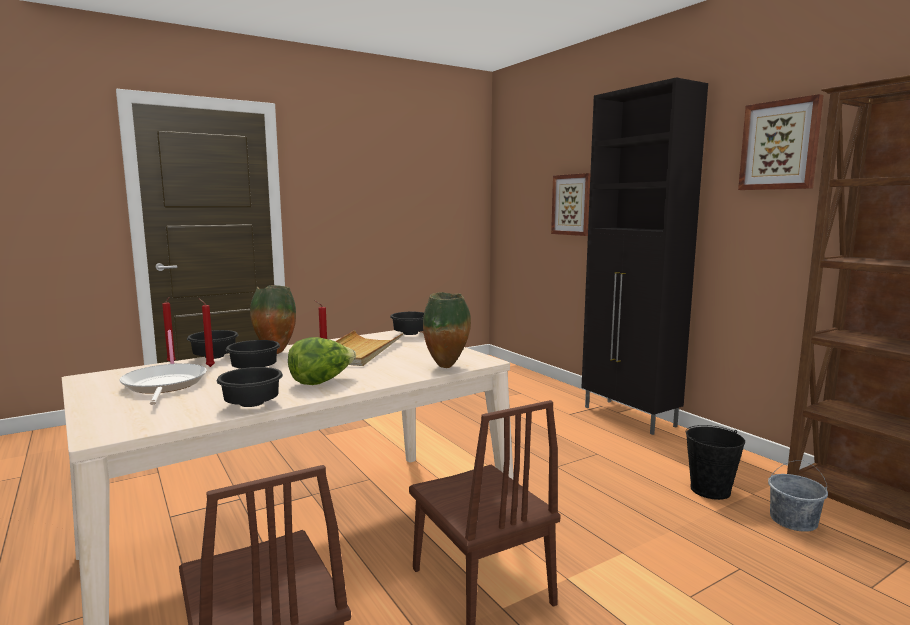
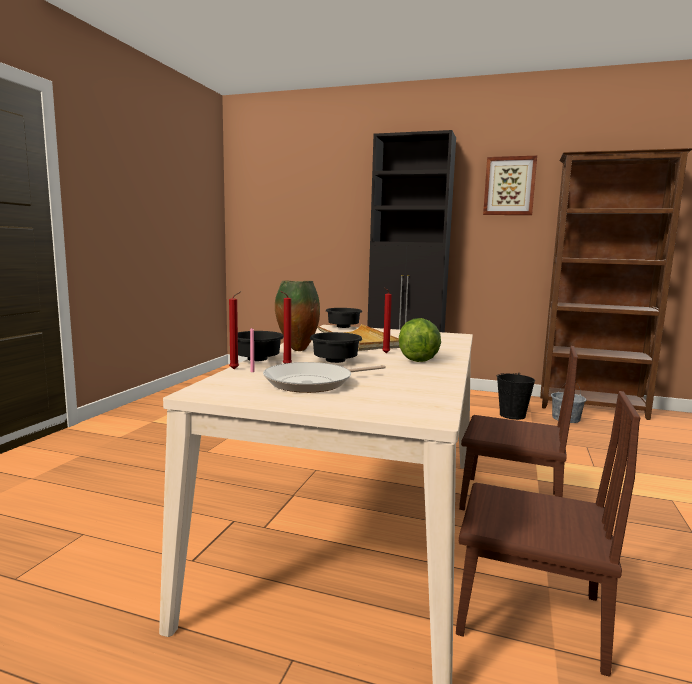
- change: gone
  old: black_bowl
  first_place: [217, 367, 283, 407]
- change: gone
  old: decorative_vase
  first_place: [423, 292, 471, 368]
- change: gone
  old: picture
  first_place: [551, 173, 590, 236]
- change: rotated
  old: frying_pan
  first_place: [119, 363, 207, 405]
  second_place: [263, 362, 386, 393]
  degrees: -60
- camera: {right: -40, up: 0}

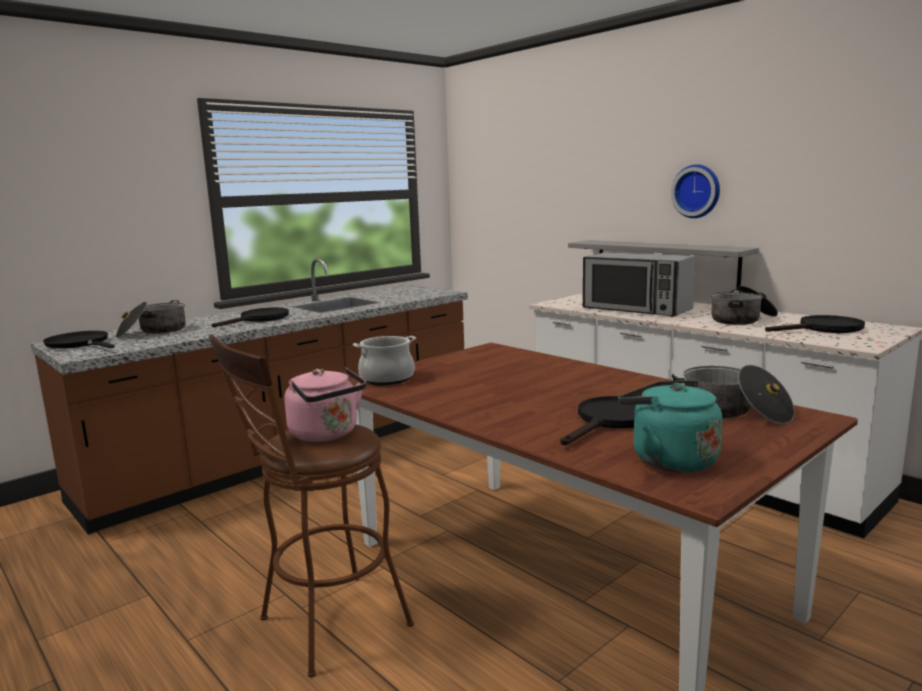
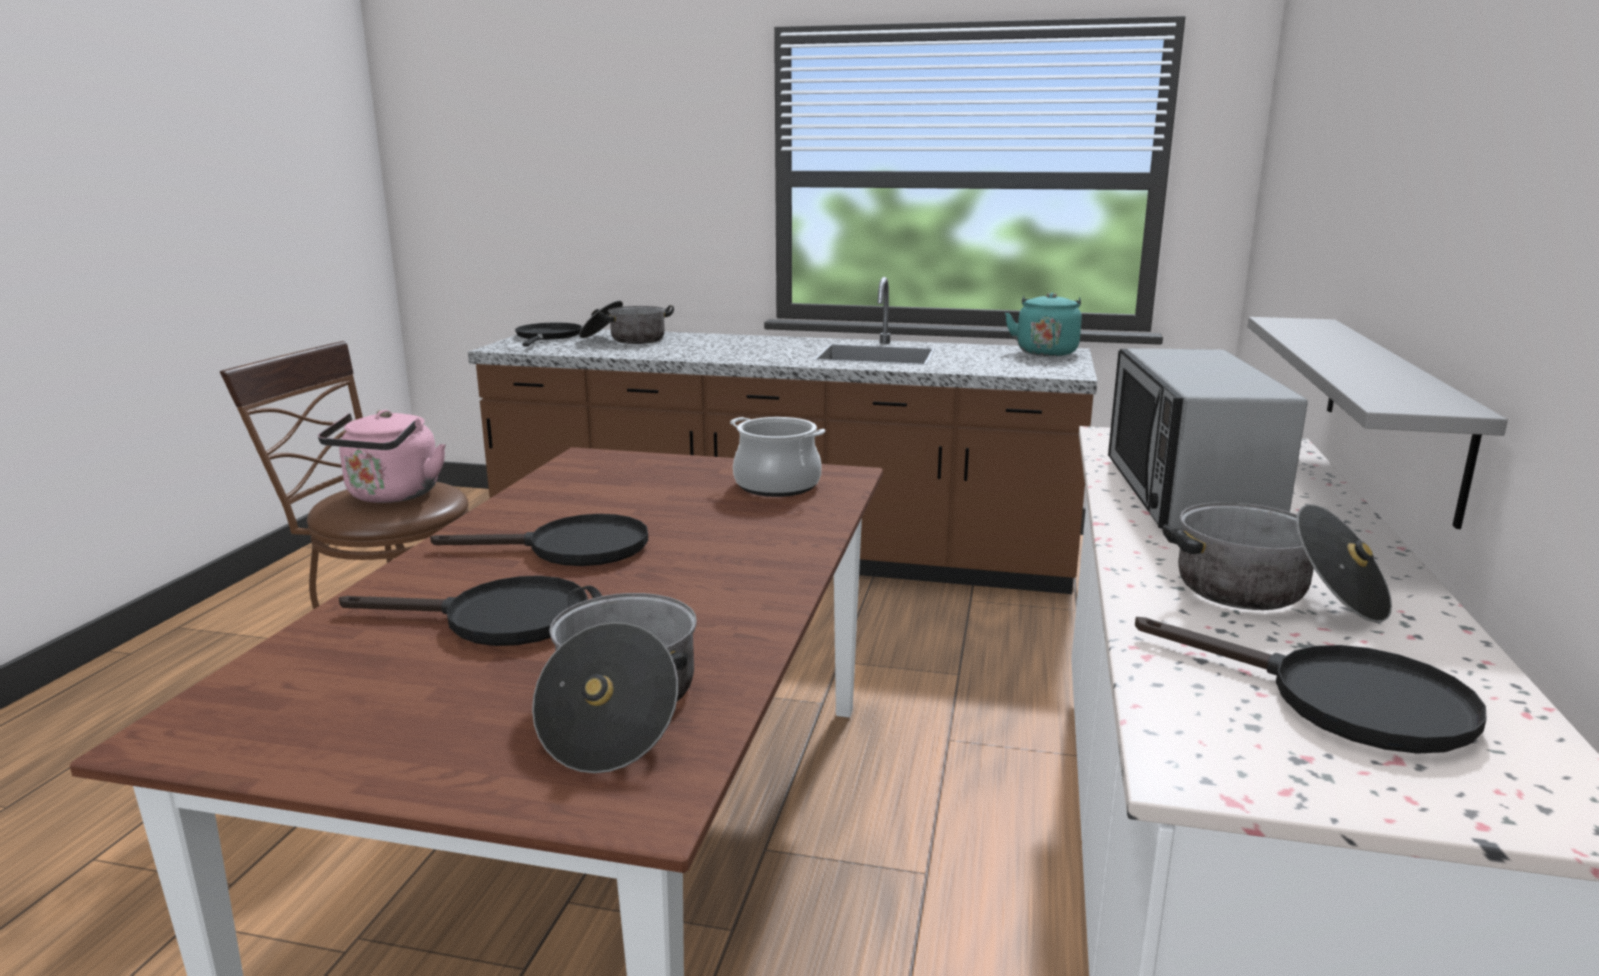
- change: gone
  old: wall_clock
  first_place: [671, 164, 720, 218]
- change: shifted
  old: black_frying_pan
  first_place: [212, 308, 289, 327]
  second_place: [430, 514, 648, 566]
- change: shifted
  old: stockpot
  first_place: [353, 336, 416, 385]
  second_place: [730, 417, 825, 497]
- change: shifted
  old: turquoise_water_kettle
  first_place: [618, 380, 723, 472]
  second_place: [1005, 292, 1082, 356]
- camera: {right: 55, up: 5}

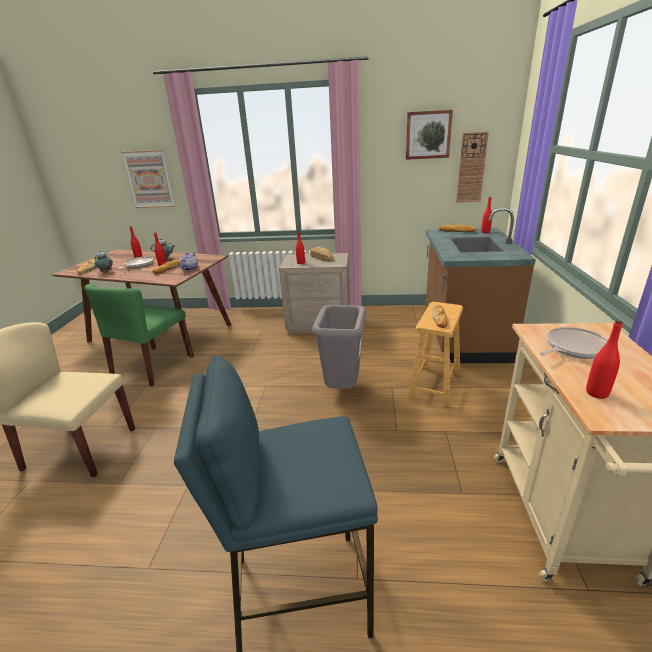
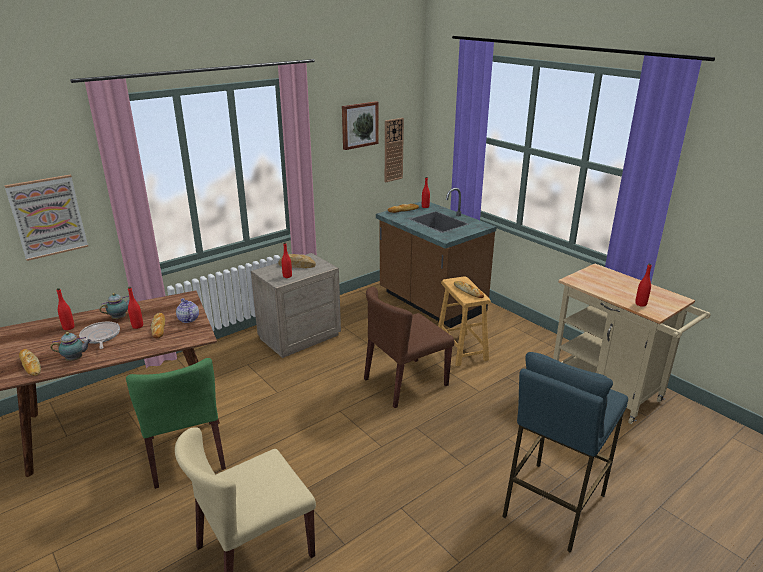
- change: gone
  old: frying_pan
  first_place: [539, 327, 608, 359]
- change: swapped
  old: gray_trash_can
  new: brownish_upright_chair
  first_place: [312, 305, 367, 389]
  second_place: [364, 287, 455, 408]
- camera: {right: -45, up: 0}

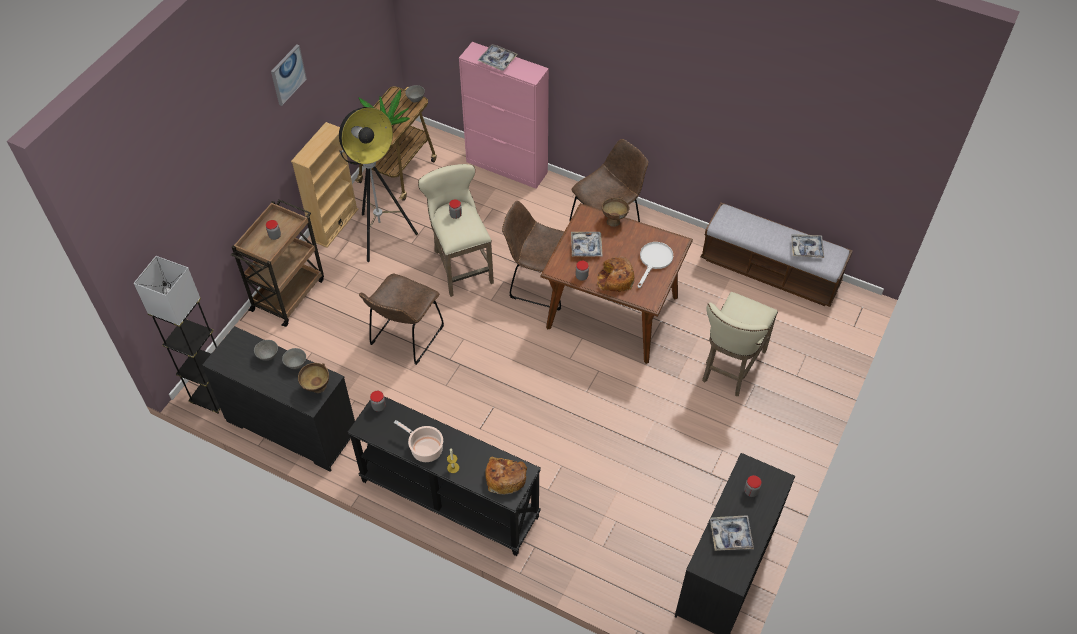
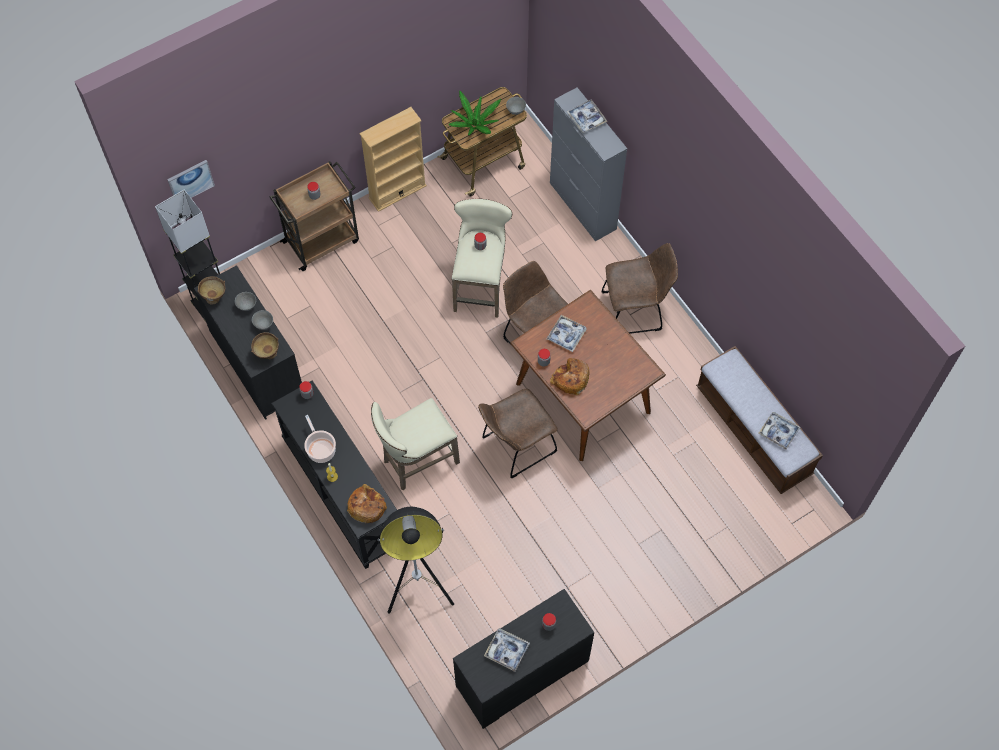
- change: gone
  old: whitish_frying_pan
  first_place: [638, 242, 673, 288]
- change: shifted
  old: picture
  first_place: [271, 45, 307, 106]
  second_place: [167, 160, 215, 198]
- change: shifted
  old: floor_lamp
  first_place: [339, 107, 418, 262]
  second_place: [378, 507, 454, 614]
- change: shifted
  old: brownish_upright_chair
  first_place: [359, 274, 444, 365]
  second_place: [478, 389, 558, 478]
- change: shifted
  old: brownish_bowl
  first_place: [602, 197, 630, 227]
  second_place: [198, 276, 226, 305]
- change: shifted
  old: beige-coloured_sitting_stool
  first_place: [702, 292, 778, 396]
  second_place: [371, 398, 460, 491]
- change: repainted
  old: pinkish_cupboard
  new: gray_cupboard
  first_place: [459, 42, 549, 189]
  second_place: [550, 88, 627, 241]
- camera: {right: 30, up: 10}

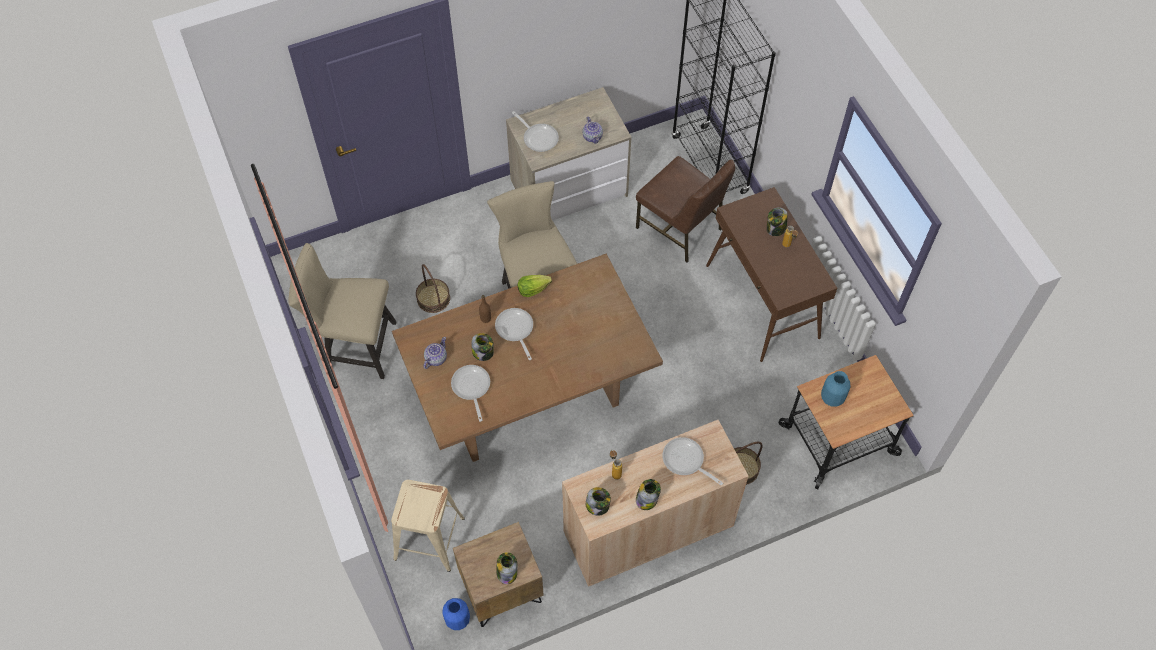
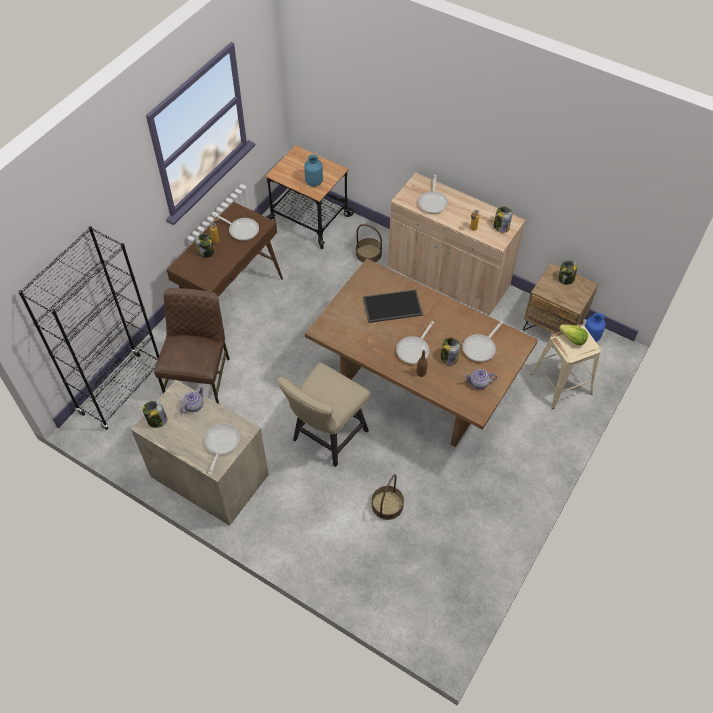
- change: gone
  old: beige-coloured_upright_chair
  first_place: [288, 243, 397, 379]
- change: new
  new: frying_pan
  second_place: [213, 214, 259, 241]
- change: new
  new: tray
  second_place: [363, 290, 423, 323]
- change: shifted
  old: lettuce
  first_place: [518, 275, 552, 297]
  second_place: [559, 324, 588, 345]
- change: shifted
  old: preserve_jar
  first_place: [636, 479, 661, 510]
  second_place: [143, 401, 167, 428]
- camera: {right: -125, up: -5}

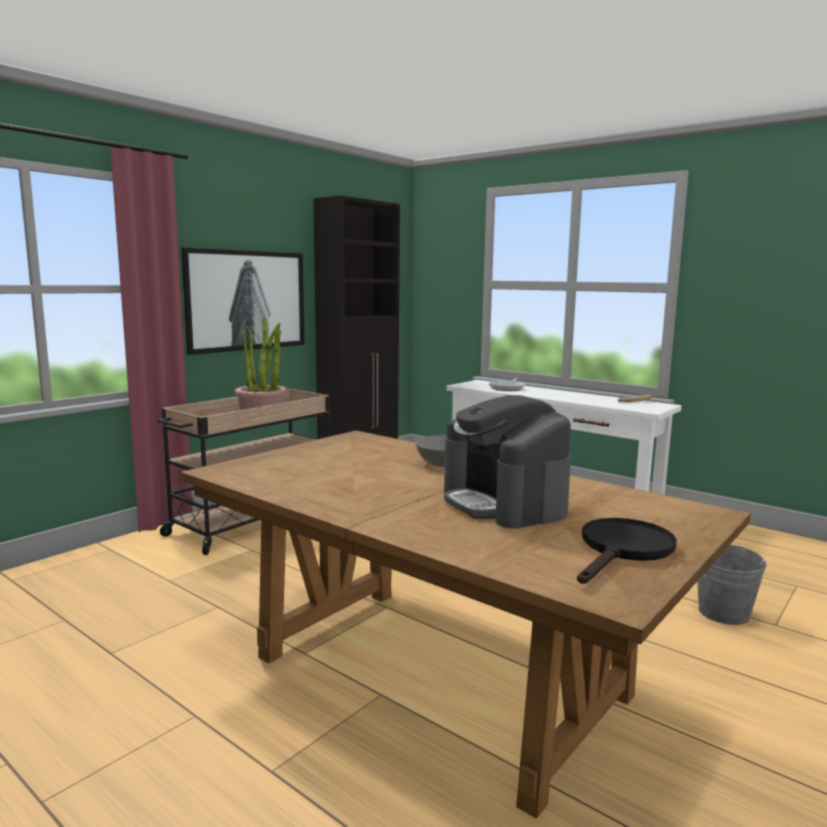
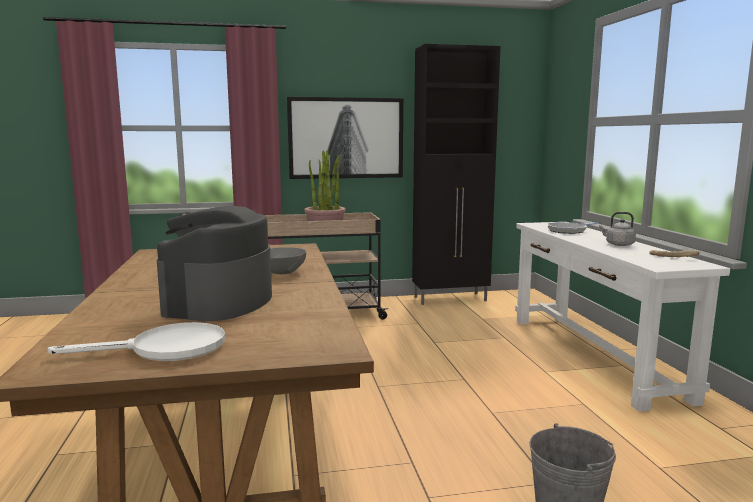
- change: new
  new: gray_water_kettle
  second_place: [599, 212, 636, 246]
- change: repainted
  old: black_frying_pan
  new: whitish_frying_pan
  first_place: [577, 518, 677, 584]
  second_place: [48, 322, 225, 361]
- camera: {right: 40, up: 0}

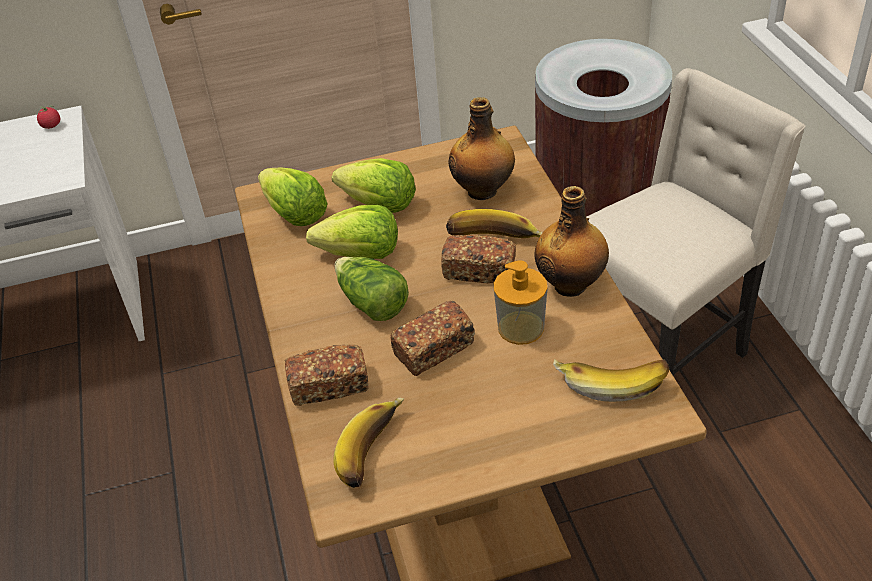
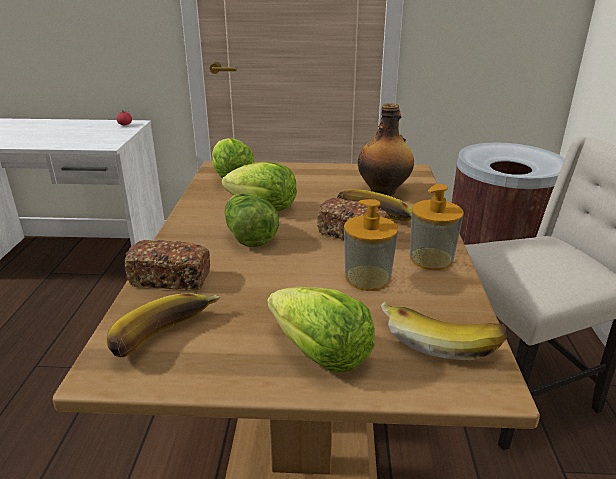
- change: gone
  old: baked_bread
  first_place: [391, 301, 475, 376]
- change: shifted
  old: lettuce
  first_place: [332, 158, 416, 213]
  second_place: [267, 287, 375, 372]
- change: swapped
  old: drink_bottle
  new: soap_dispenser
  first_place: [535, 186, 609, 297]
  second_place: [410, 184, 464, 270]
- camera: {right: 15, up: -15}

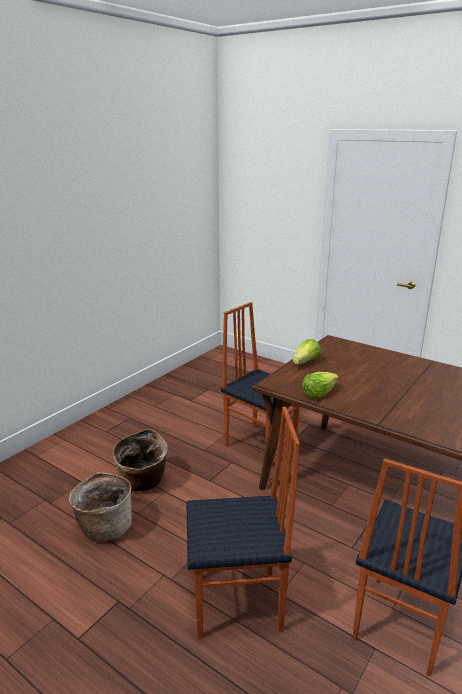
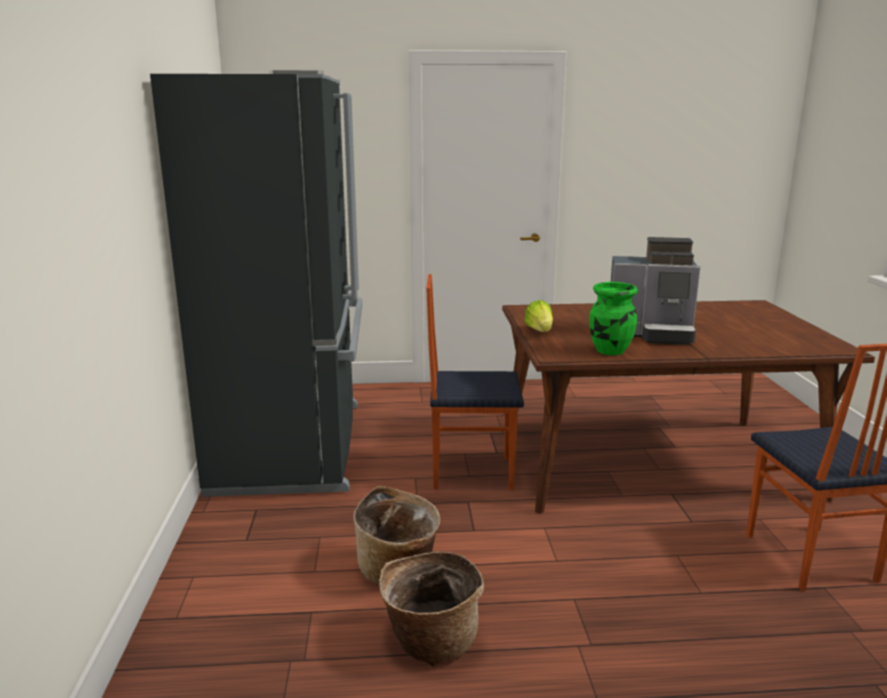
- change: gone
  old: upright_chair
  first_place: [186, 407, 300, 638]
- change: new
  new: black_refrigerator
  second_place: [150, 70, 362, 497]
- change: new
  new: coffee_brewer
  second_place: [611, 237, 701, 345]
- change: swapped
  old: lettuce
  new: greenish_decorative_vase
  first_place: [302, 372, 339, 398]
  second_place: [589, 282, 638, 355]
- camera: {right: -40, up: -5}

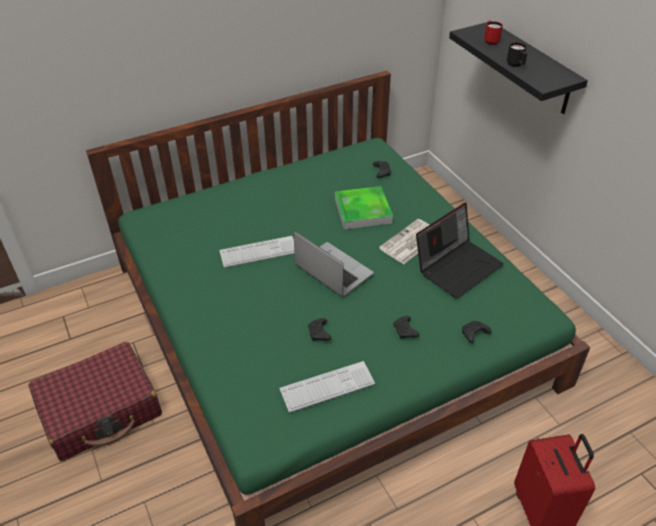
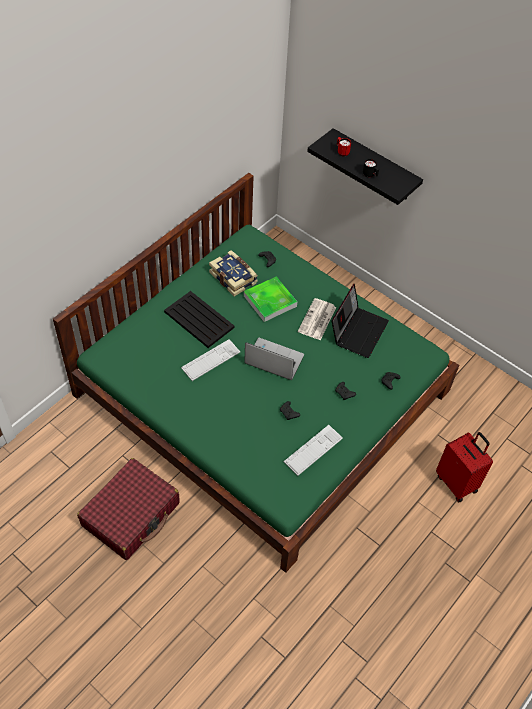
- change: new
  new: black_tray
  second_place: [164, 291, 235, 348]
- change: new
  new: book
  second_place: [209, 250, 258, 296]
- camera: {right: -25, up: 10}

